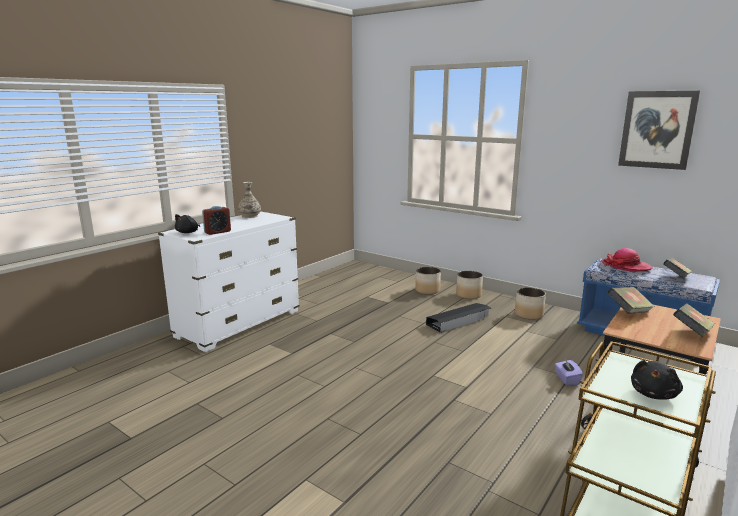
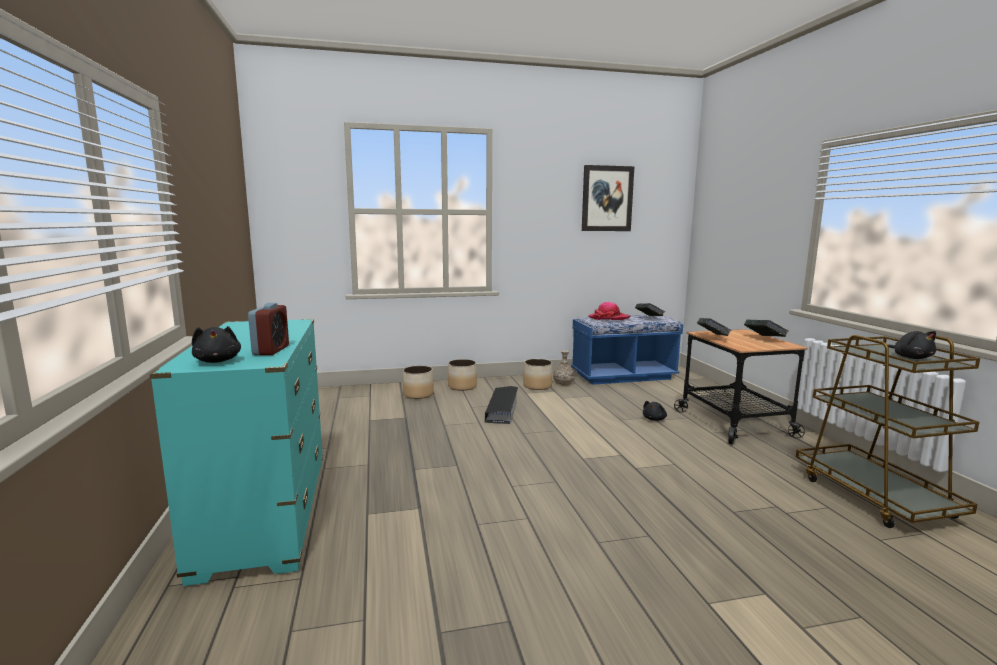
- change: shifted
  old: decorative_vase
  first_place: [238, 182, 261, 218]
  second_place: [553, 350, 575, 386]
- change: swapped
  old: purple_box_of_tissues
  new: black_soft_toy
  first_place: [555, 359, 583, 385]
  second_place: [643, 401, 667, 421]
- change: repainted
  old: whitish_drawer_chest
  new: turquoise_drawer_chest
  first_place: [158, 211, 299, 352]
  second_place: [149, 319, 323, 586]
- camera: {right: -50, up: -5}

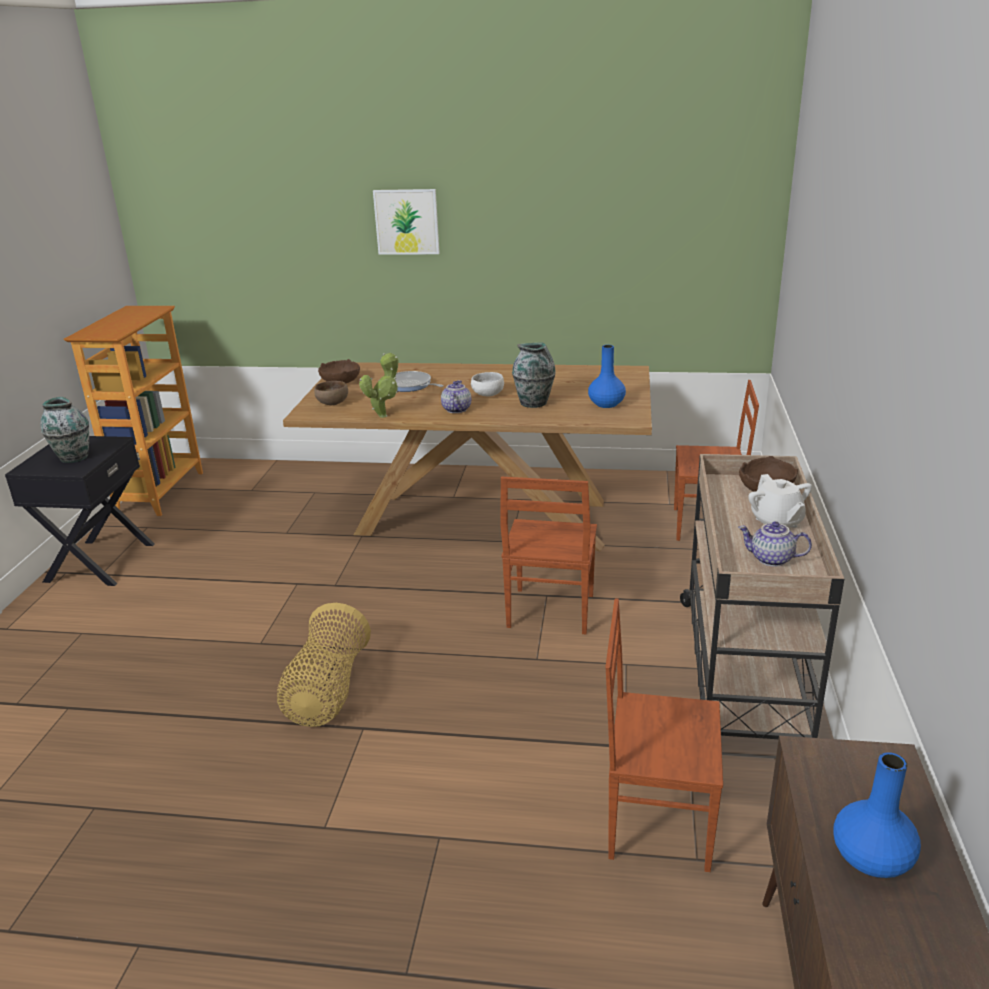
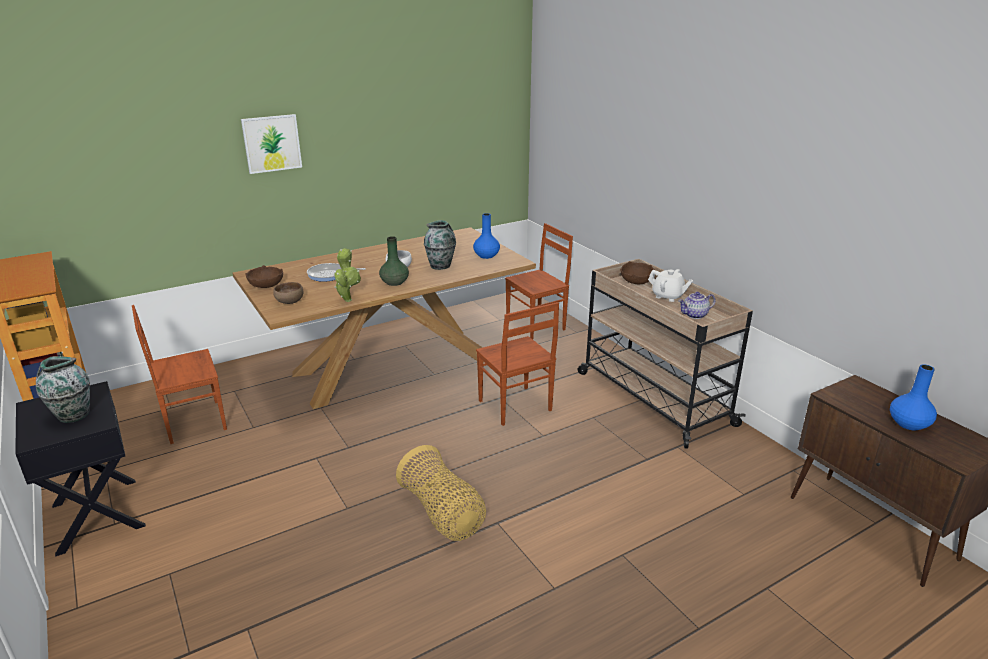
- change: shifted
  old: brownish_upright_chair
  first_place: [605, 599, 723, 872]
  second_place: [132, 305, 227, 444]
- change: swapped
  old: tea_pot
  new: greenish_decorative_vase
  first_place: [441, 380, 471, 413]
  second_place: [379, 236, 409, 286]
- camera: {right: -40, up: 0}

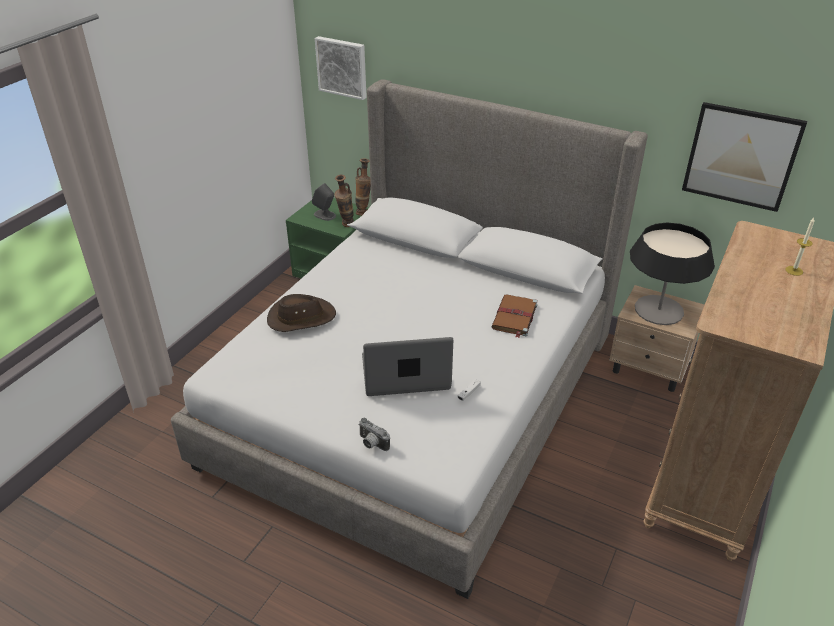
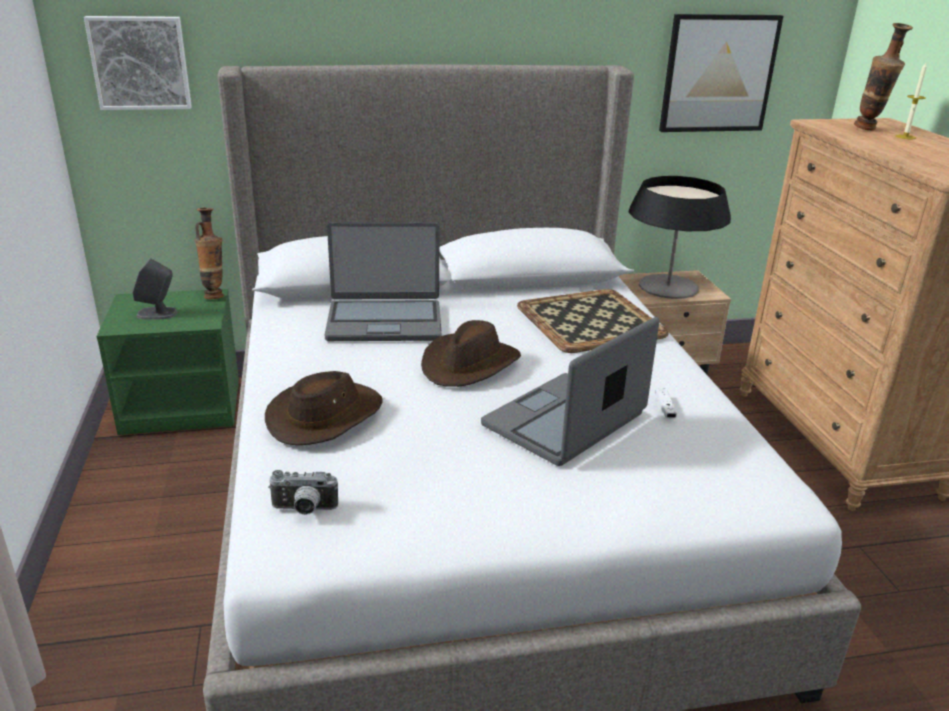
- change: new
  new: notebook_computer
  second_place: [325, 222, 442, 341]
- change: new
  new: brownish_clothing_hat
  second_place: [421, 320, 521, 387]
- change: shifted
  old: decorative_vase
  first_place: [334, 175, 354, 227]
  second_place: [854, 23, 913, 131]
- change: shifted
  old: photo_camera
  first_place: [358, 418, 390, 451]
  second_place: [268, 470, 338, 515]
- change: swapped
  old: brownish_book
  new: tray
  first_place: [491, 295, 538, 338]
  second_place: [517, 289, 668, 353]
- camera: {right: -40, up: -10}

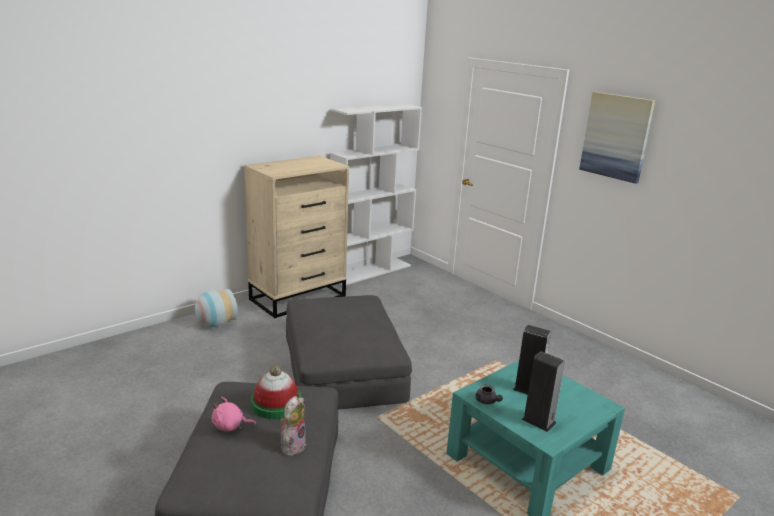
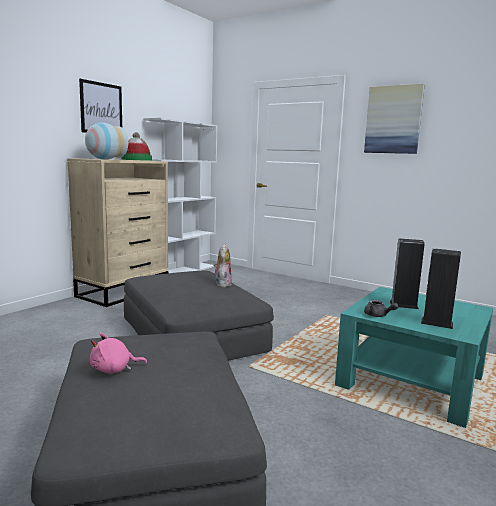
- change: new
  new: picture
  second_place: [79, 79, 122, 133]
- change: shifted
  old: decorative_vase
  first_place: [195, 289, 238, 327]
  second_place: [85, 123, 128, 159]
- change: shifted
  old: clothing_hat
  first_place: [251, 365, 301, 419]
  second_place: [121, 132, 152, 161]
- change: shifted
  old: soft_toy
  first_place: [280, 396, 307, 456]
  second_place: [214, 244, 232, 287]
- camera: {right: -15, up: -10}

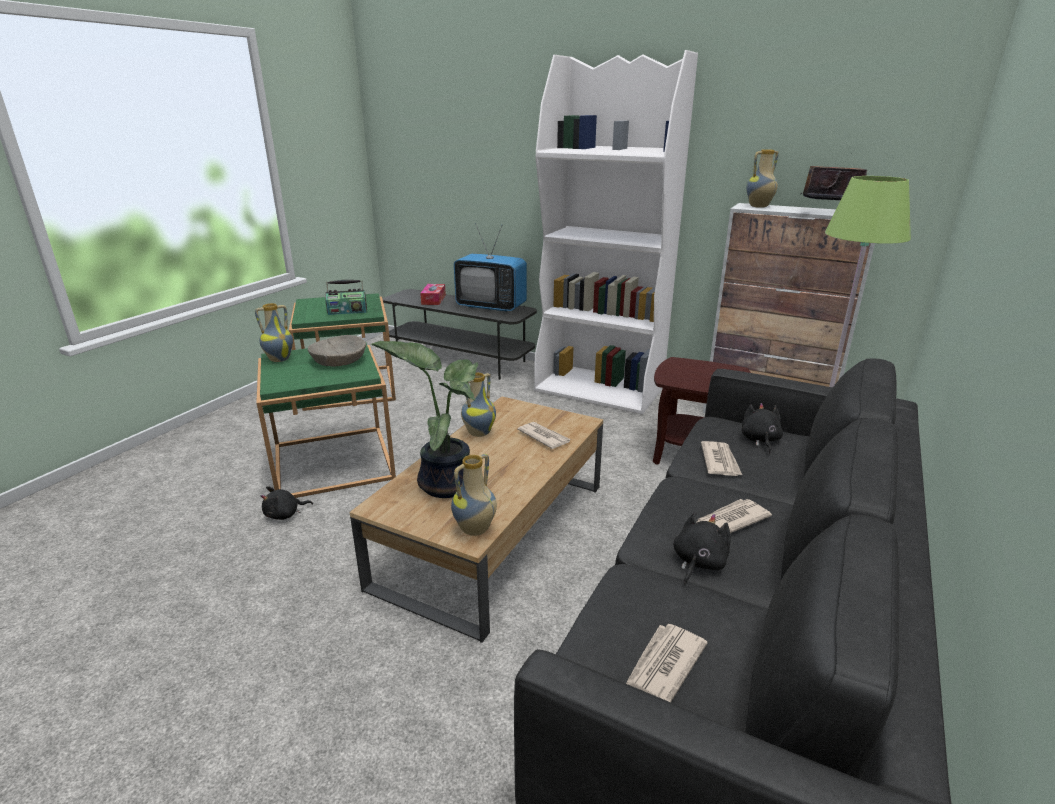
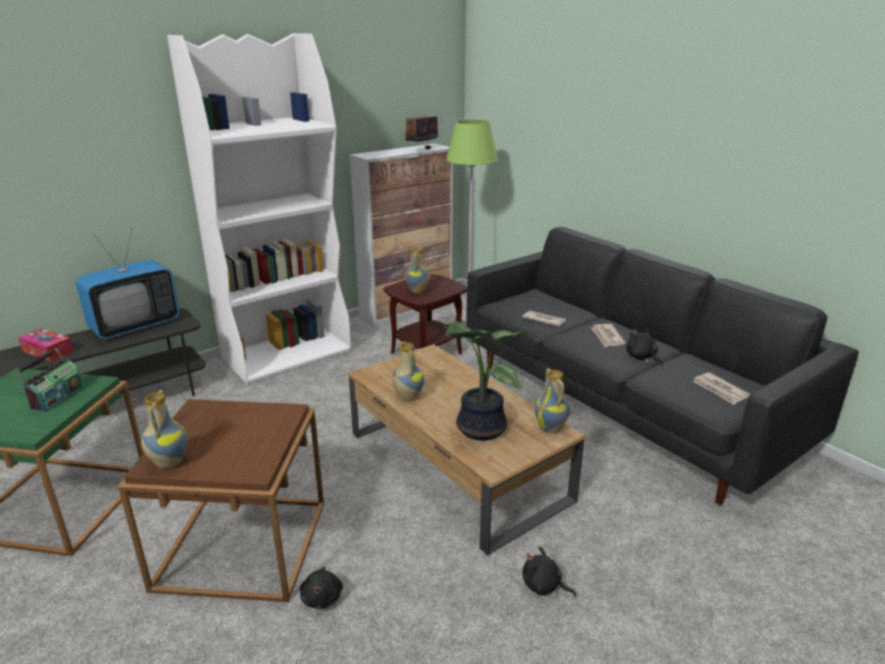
- change: gone
  old: beige-coloured_bowl
  first_place: [308, 335, 366, 367]
- change: gone
  old: printed_paper
  first_place: [517, 422, 571, 449]
- change: shifted
  old: black_soft_toy
  first_place: [742, 403, 783, 453]
  second_place: [522, 547, 576, 596]
- change: shifted
  old: decorative_vase
  first_place: [746, 149, 779, 208]
  second_place: [405, 247, 430, 294]
- change: repainted
  old: greenish_accent_table
  new: brownish_accent_table
  first_place: [256, 343, 396, 498]
  second_place: [118, 399, 324, 602]
- camera: {right: -65, up: 0}

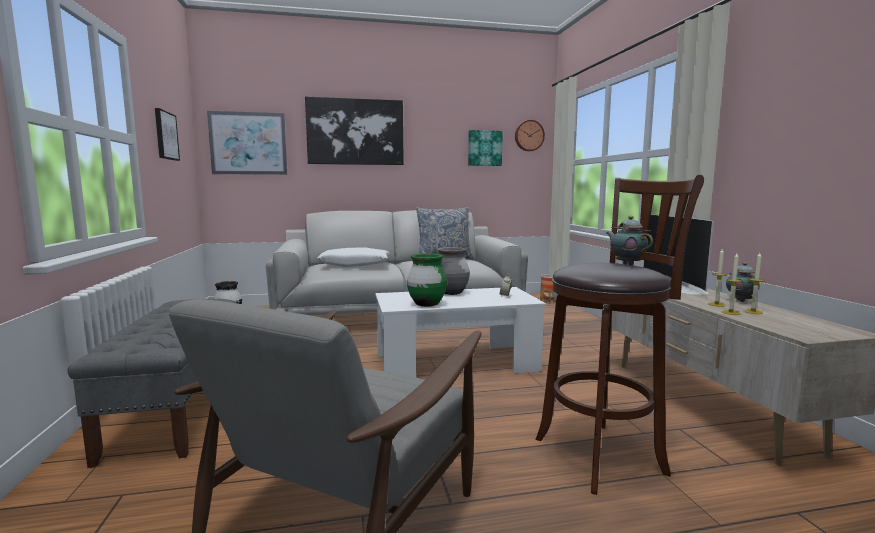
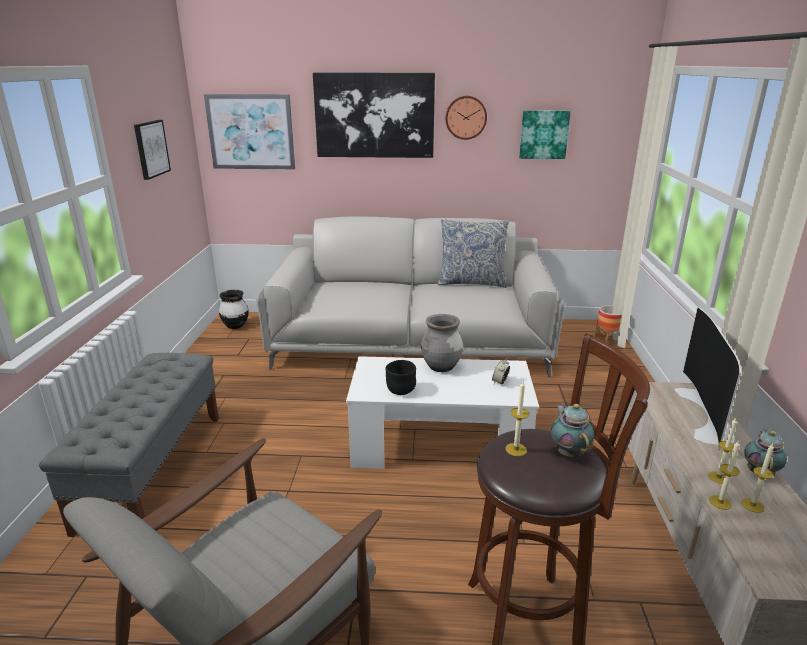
- change: gone
  old: whitish_pillow
  first_place: [317, 247, 390, 267]
- change: new
  new: wax_candle
  second_place: [505, 381, 529, 456]
- change: shifted
  old: wall_clock
  first_place: [515, 120, 545, 151]
  second_place: [446, 96, 487, 140]
- change: swapped
  old: greenish_decorative_vase
  new: black_bowl
  first_place: [407, 253, 447, 307]
  second_place: [385, 360, 416, 395]
- camera: {right: 15, up: 15}

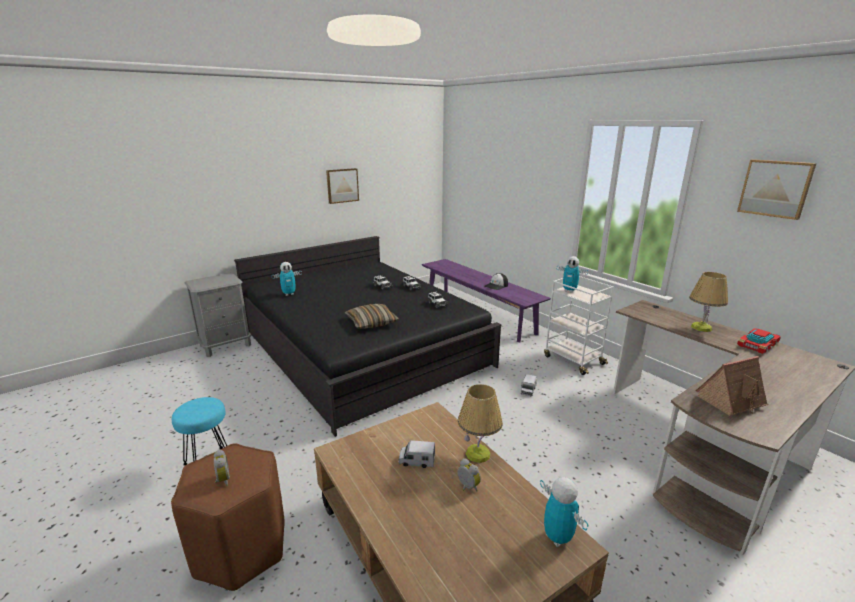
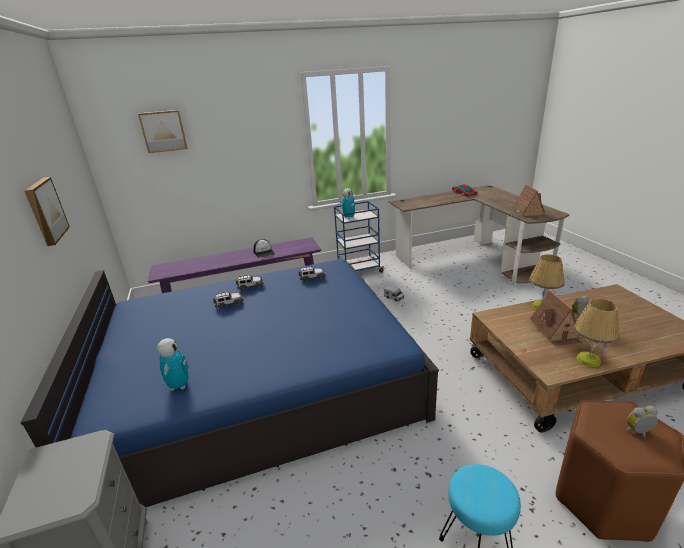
- change: gone
  old: pillow
  first_place: [345, 304, 399, 329]
- change: gone
  old: robot_figure
  first_place: [540, 477, 588, 547]
- change: shifted
  old: table_lamp
  first_place: [689, 272, 728, 332]
  second_place: [574, 299, 620, 367]
- change: shifted
  old: picture
  first_place: [737, 159, 817, 220]
  second_place: [138, 110, 187, 153]
- change: swapped
  old: toy_lorry
  new: model_house
  first_place: [398, 440, 435, 468]
  second_place: [530, 290, 583, 346]
- change: repainted
  old: black_bed
  new: blue_bed
  first_place: [234, 236, 502, 437]
  second_place: [21, 259, 439, 507]
- change: repainted
  old: whitish_wheeled_cart
  new: blue_wheeled_cart
  first_place: [544, 276, 614, 375]
  second_place: [334, 201, 385, 273]
- camera: {right: -70, up: 5}

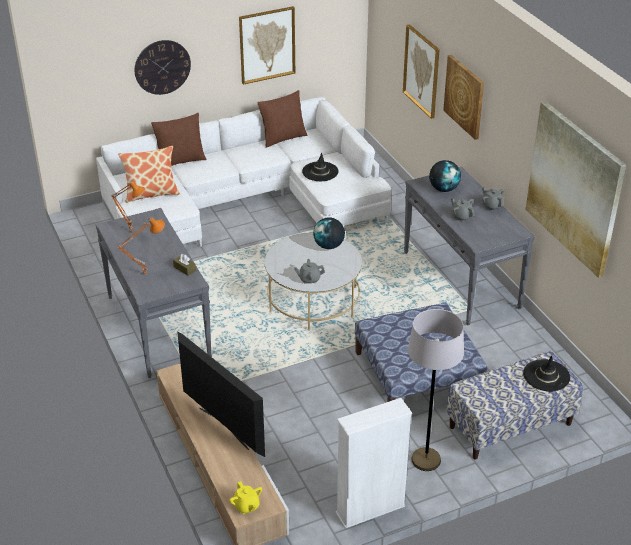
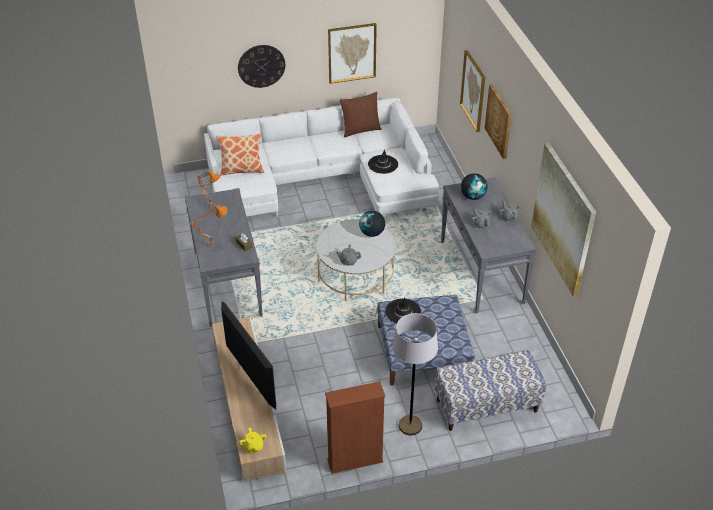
- change: gone
  old: brownish_pillow
  first_place: [151, 113, 207, 166]
- change: shifted
  old: black_clothing_hat
  first_place: [523, 356, 570, 391]
  second_place: [386, 297, 421, 323]
- change: repainted
  old: whitish_bookshelf
  new: brownish_bookshelf
  first_place: [335, 398, 412, 529]
  second_place: [325, 382, 385, 474]
- camera: {right: 10, up: 5}

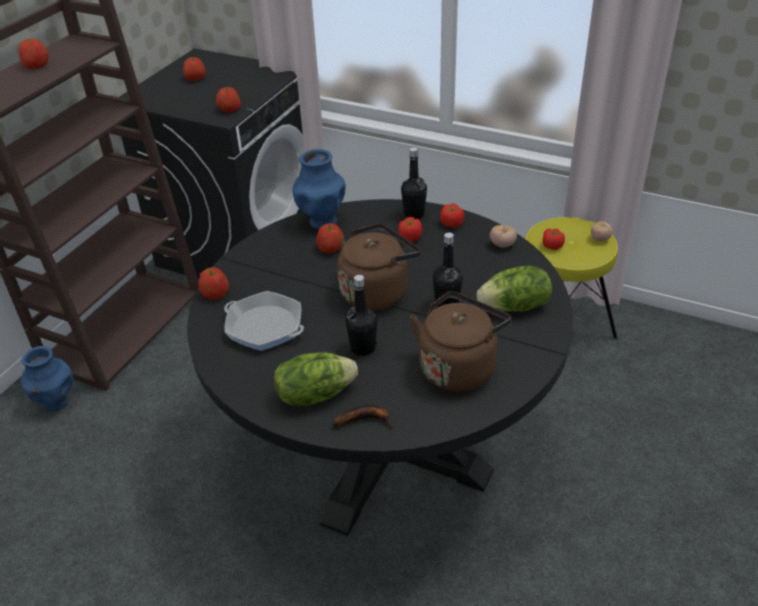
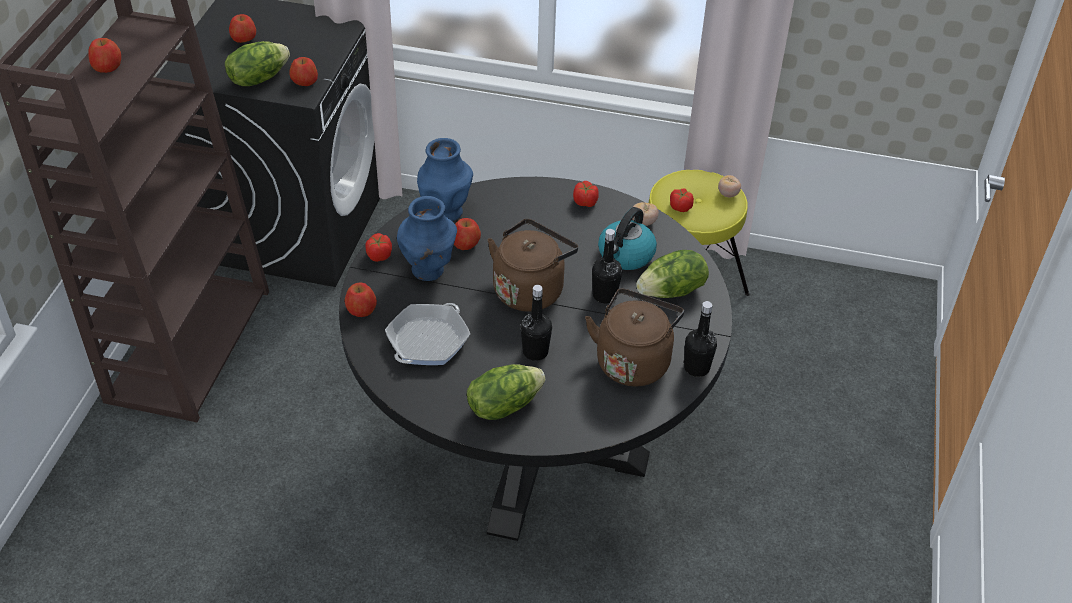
- change: gone
  old: banana
  first_place: [333, 405, 393, 429]
- change: new
  new: lettuce
  second_place: [225, 41, 290, 86]
- change: new
  new: water_kettle
  second_place: [598, 207, 657, 270]
- change: shifted
  old: blue_decorative_vase
  first_place: [21, 346, 73, 412]
  second_place: [397, 196, 457, 281]
- change: shifted
  old: tomato
  first_place: [398, 217, 422, 241]
  second_place: [366, 233, 392, 262]
- change: shifted
  old: black_drink_bottle
  first_place: [401, 147, 427, 219]
  second_place: [684, 301, 717, 377]
- change: rotated
  old: frying_pan
  first_place: [224, 291, 304, 351]
  second_place: [385, 303, 470, 365]
  degrees: 105
- camera: {right: -15, up: 5}

